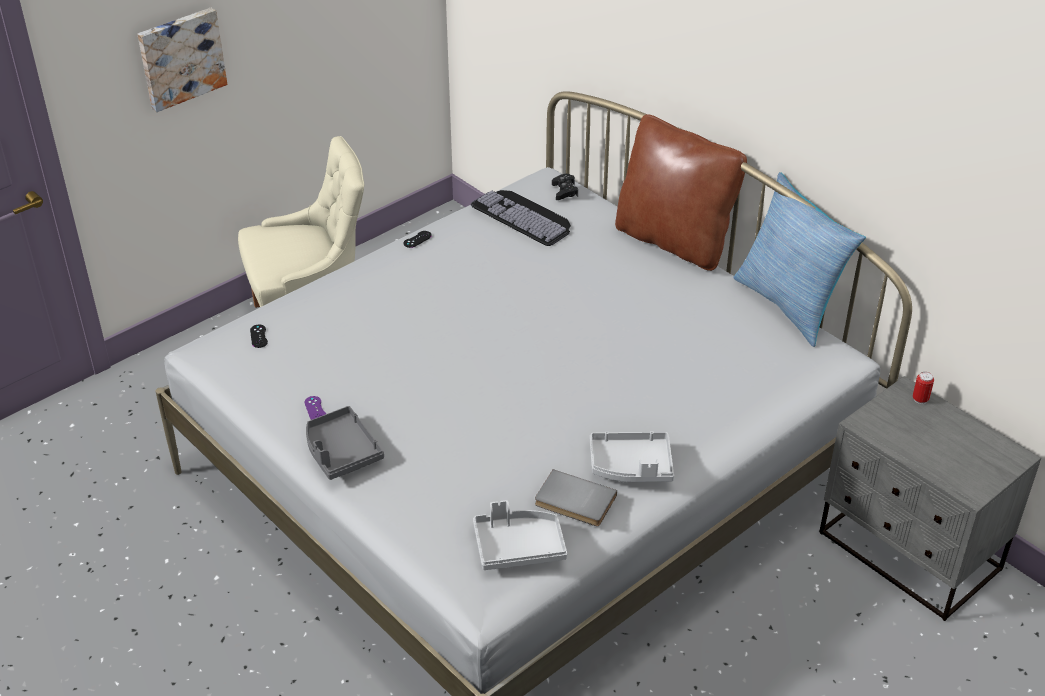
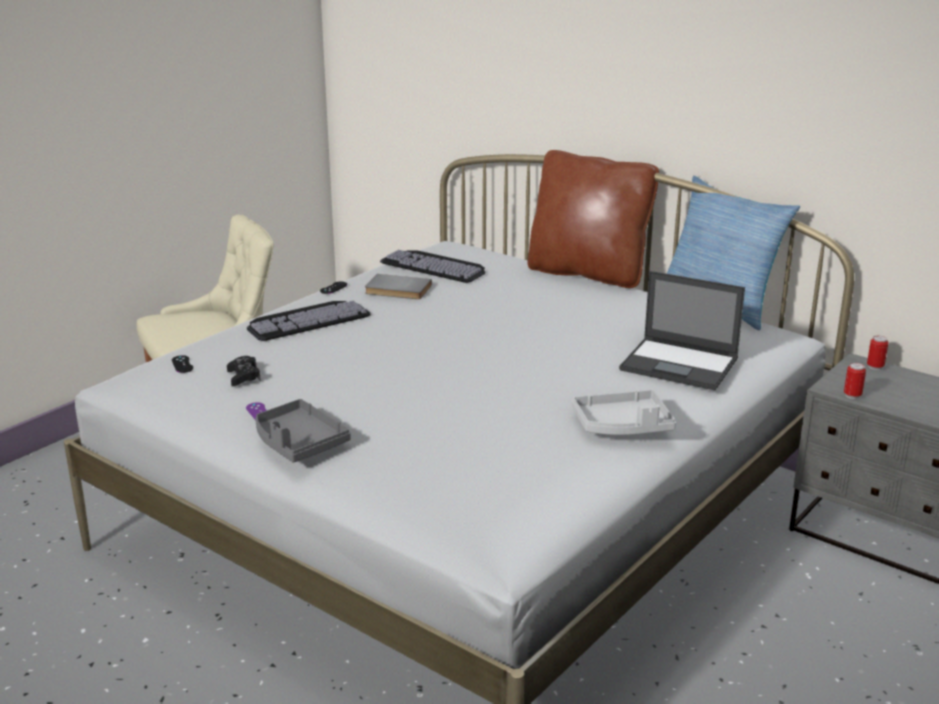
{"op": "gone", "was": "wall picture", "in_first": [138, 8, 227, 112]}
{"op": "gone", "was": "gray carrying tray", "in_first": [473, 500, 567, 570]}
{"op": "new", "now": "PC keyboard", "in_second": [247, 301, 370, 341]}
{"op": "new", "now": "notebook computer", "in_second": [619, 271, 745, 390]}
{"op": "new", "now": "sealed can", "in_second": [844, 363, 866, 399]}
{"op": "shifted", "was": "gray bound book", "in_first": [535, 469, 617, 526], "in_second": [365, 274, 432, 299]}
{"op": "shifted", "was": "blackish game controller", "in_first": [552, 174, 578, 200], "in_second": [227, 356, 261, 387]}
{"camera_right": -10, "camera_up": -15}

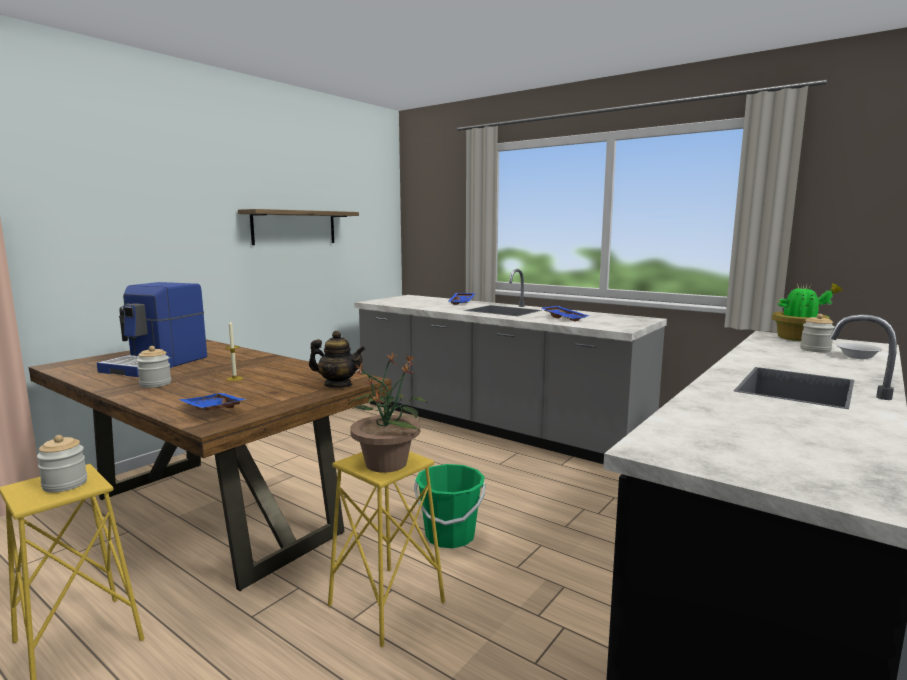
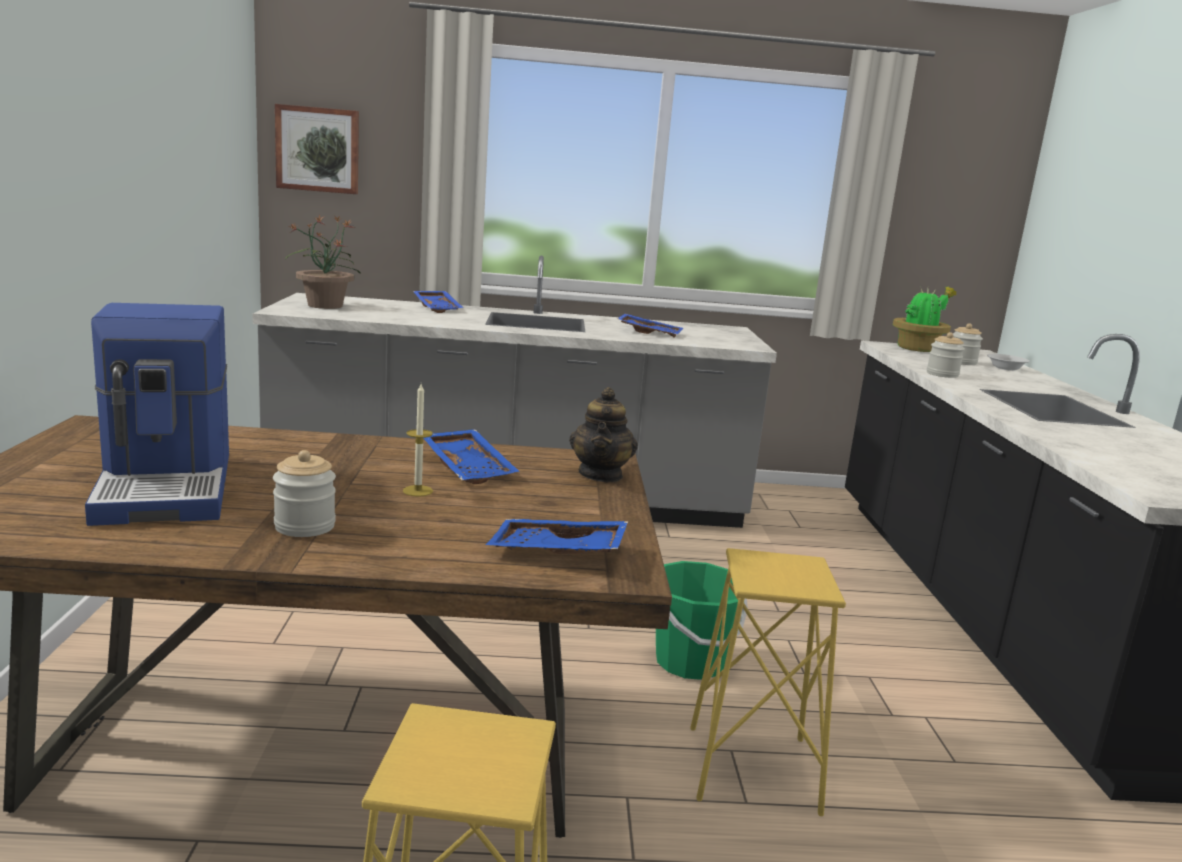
{"op": "gone", "was": "shelf", "in_first": [238, 209, 359, 245]}
{"op": "new", "now": "wall picture", "in_second": [275, 104, 359, 194]}
{"op": "new", "now": "bluish carrying tray", "in_second": [424, 429, 519, 484]}
{"op": "shifted", "was": "storage jar", "in_first": [37, 435, 87, 493], "in_second": [927, 332, 965, 378]}
{"op": "shifted", "was": "plant in a pot", "in_first": [347, 352, 427, 473], "in_second": [285, 215, 361, 309]}
{"op": "rotated", "was": "tea pot", "in_first": [309, 331, 365, 388], "in_second": [569, 387, 638, 482], "clockwise": 120}
{"camera_right": -40, "camera_up": 5}

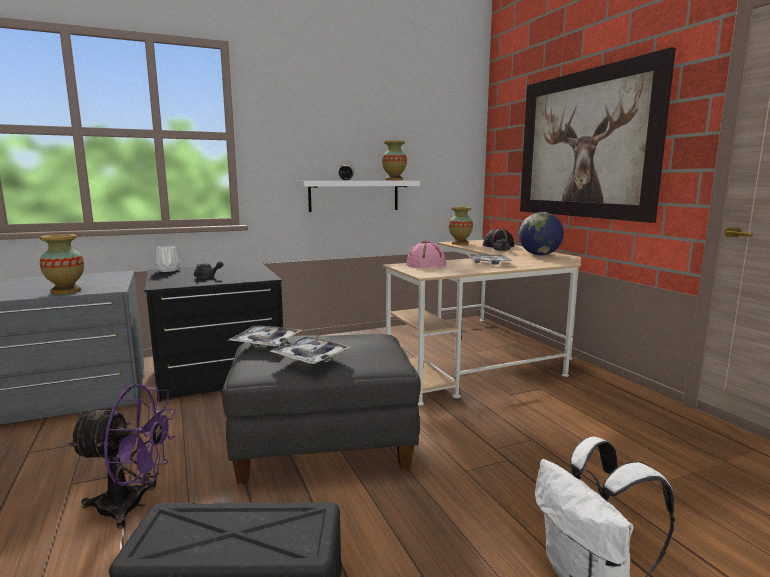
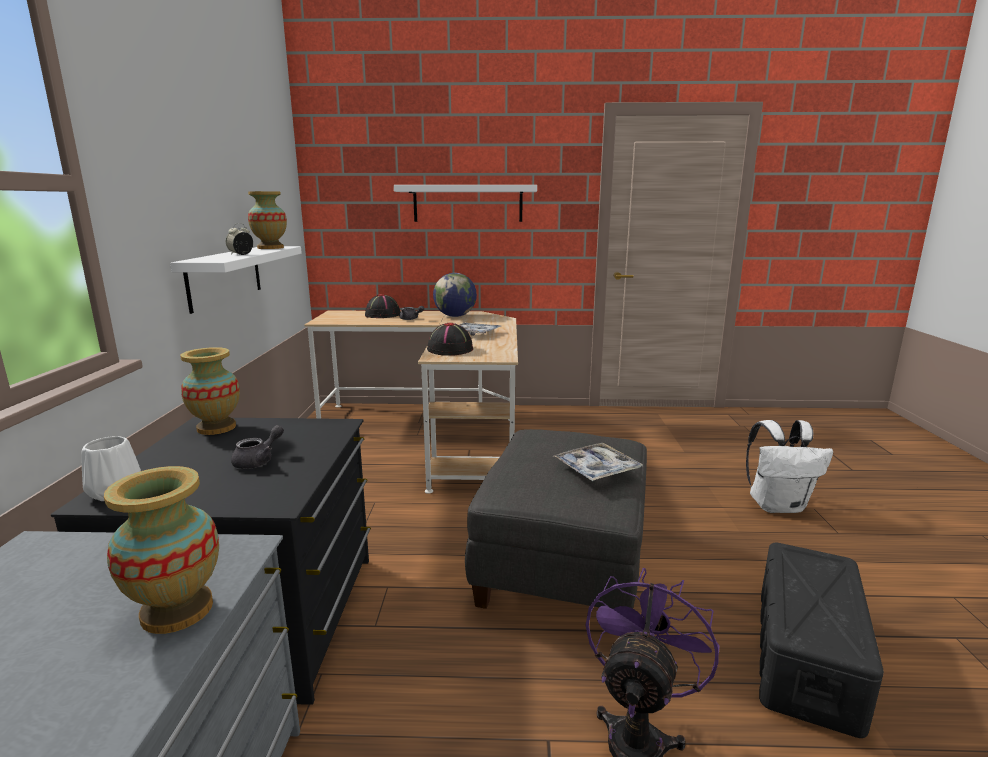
{"op": "gone", "was": "carrying tray", "in_first": [227, 326, 301, 346]}
{"op": "shifted", "was": "vase", "in_first": [449, 207, 473, 245], "in_second": [180, 347, 240, 435]}
{"op": "swapped", "was": "wall picture", "now": "white shelf", "in_first": [520, 47, 676, 223], "in_second": [394, 185, 537, 222]}
{"op": "repainted", "was": "pinkish clothing hat", "now": "blackish clothing hat", "in_first": [406, 241, 446, 268], "in_second": [427, 323, 473, 356]}
{"camera_right": -65, "camera_up": 5}

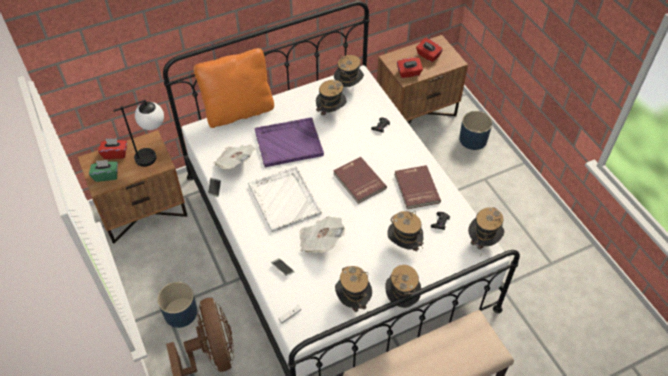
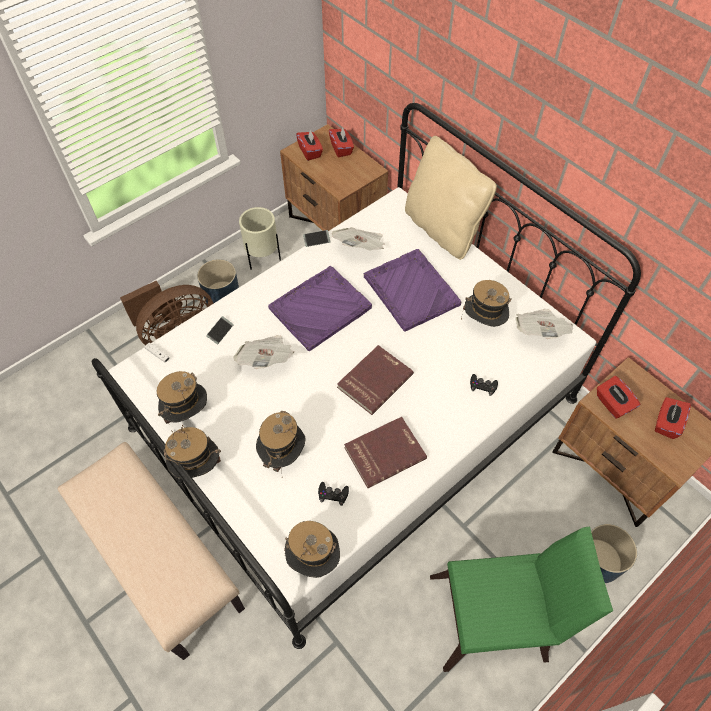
{"op": "gone", "was": "tabletop lamp", "in_first": [113, 100, 164, 167]}
{"op": "new", "now": "beige-coloured plant pot", "in_second": [239, 207, 281, 269]}
{"op": "new", "now": "green-coloured plain chair", "in_second": [430, 527, 613, 672]}
{"op": "swapped", "was": "clothing hat", "now": "printed paper", "in_first": [334, 55, 364, 87], "in_second": [515, 309, 573, 339]}
{"op": "repainted", "was": "green-coloured tissue box", "now": "red-coloured tissue box", "in_first": [89, 160, 118, 182], "in_second": [296, 130, 323, 161]}
{"op": "repainted", "was": "orangey pillow", "now": "beige-coloured pillow", "in_first": [193, 48, 274, 128], "in_second": [405, 136, 497, 260]}
{"op": "repainted", "was": "white carrying tray", "now": "purple-coloured carrying tray", "in_first": [248, 166, 322, 232], "in_second": [268, 266, 372, 351]}
{"camera_right": 75, "camera_up": 5}

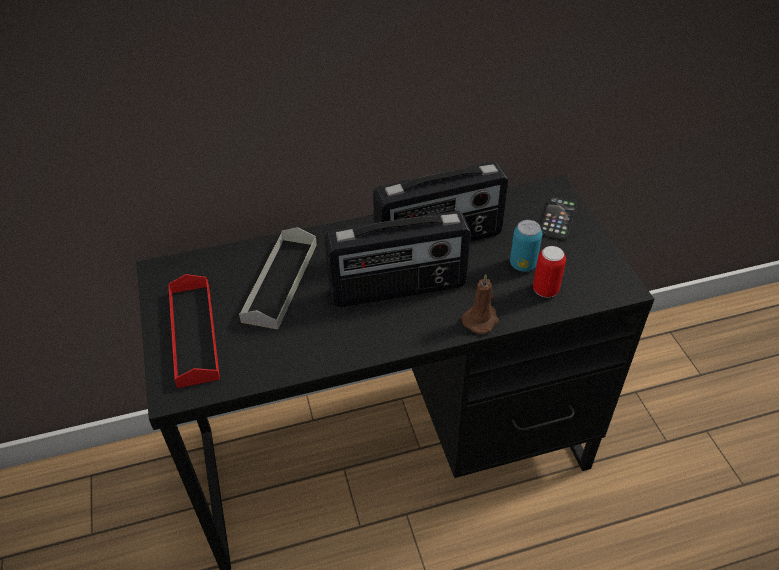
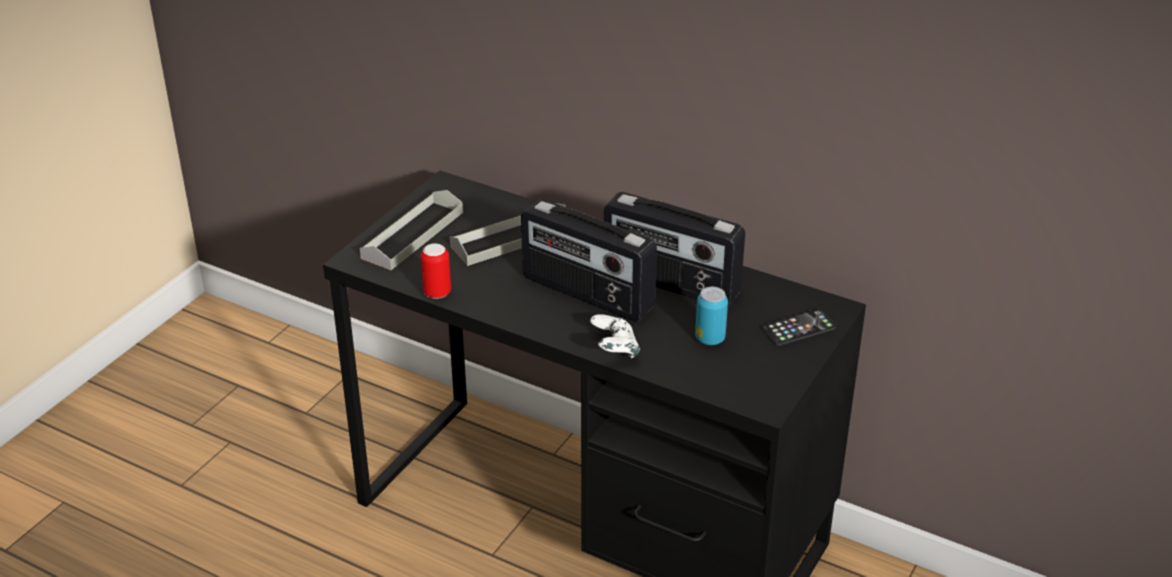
{"op": "shifted", "was": "sealed can", "in_first": [533, 246, 566, 298], "in_second": [420, 244, 451, 299]}
{"op": "swapped", "was": "brown-coloured wax candle", "now": "white game controller", "in_first": [462, 274, 499, 334], "in_second": [590, 314, 640, 358]}
{"op": "repainted", "was": "red-coloured carrying tray", "now": "gray carrying tray", "in_first": [168, 274, 220, 388], "in_second": [360, 190, 463, 270]}
{"camera_right": 45, "camera_up": -10}

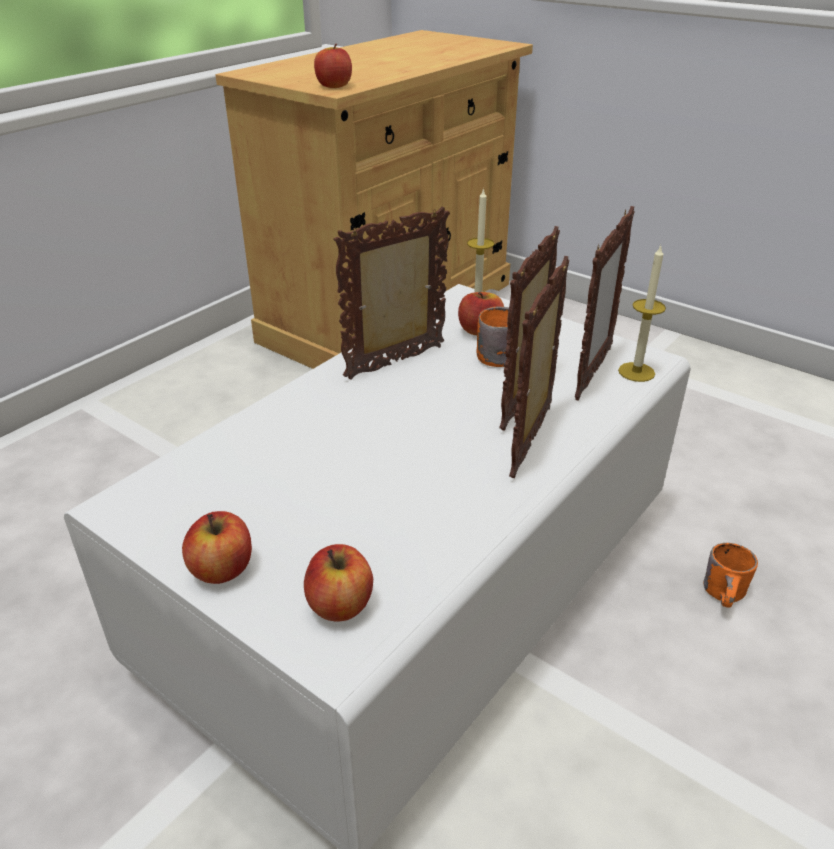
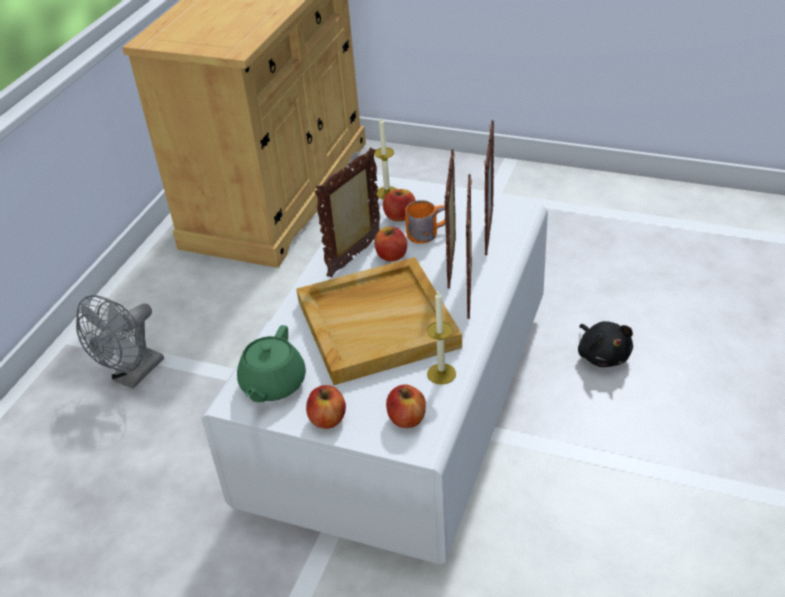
{"op": "new", "now": "gray electric fan", "in_second": [76, 295, 164, 389]}
{"op": "new", "now": "green-coloured tea pot", "in_second": [237, 325, 306, 402]}
{"op": "new", "now": "beige-coloured carrying tray", "in_second": [297, 257, 462, 385]}
{"op": "shifted", "was": "apple fruit", "in_first": [314, 44, 352, 88], "in_second": [374, 227, 407, 262]}
{"op": "shifted", "was": "wax candle", "in_first": [618, 246, 666, 382], "in_second": [427, 291, 456, 384]}
{"op": "swapped", "was": "orangey mug", "now": "blackish soft toy", "in_first": [703, 543, 758, 608], "in_second": [578, 321, 633, 367]}
{"camera_right": -15, "camera_up": 5}

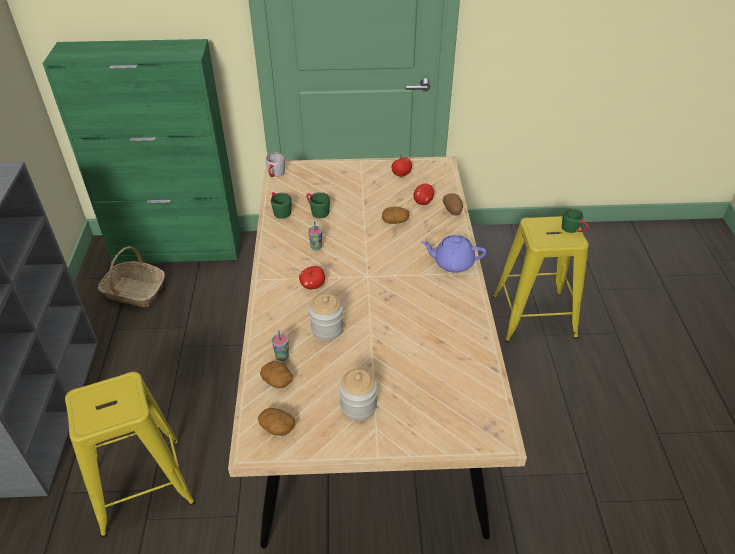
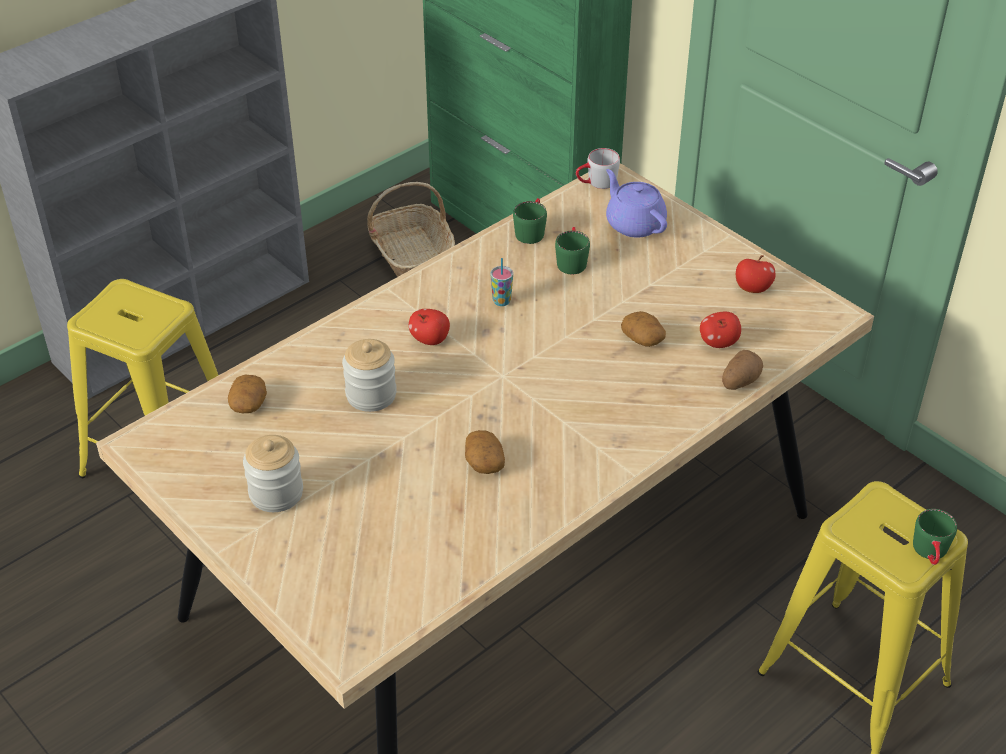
{"op": "gone", "was": "small cup", "in_first": [272, 330, 289, 361]}
{"op": "shifted", "was": "spud", "in_first": [258, 408, 295, 436], "in_second": [465, 430, 505, 474]}
{"op": "shifted", "was": "purple-coloured tea pot", "in_first": [421, 235, 486, 273], "in_second": [606, 169, 667, 238]}
{"camera_right": 50, "camera_up": 0}

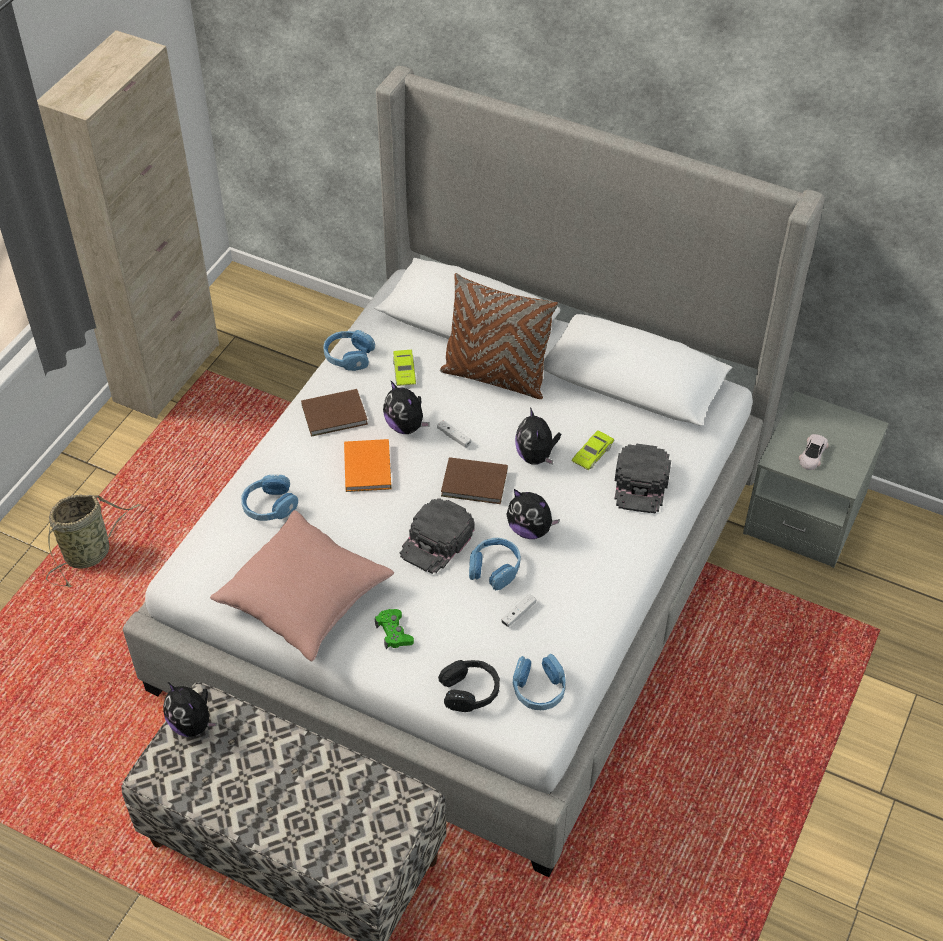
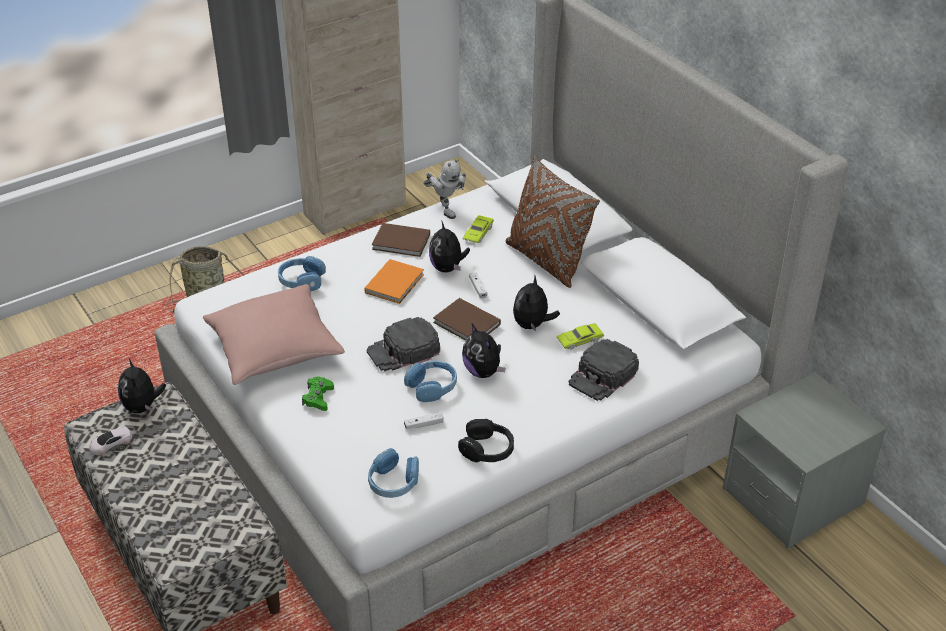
{"op": "shifted", "was": "blackish pair of headphones", "in_first": [438, 660, 500, 712], "in_second": [458, 419, 514, 463]}
{"op": "shifted", "was": "white miniature car", "in_first": [799, 434, 829, 470], "in_second": [89, 426, 132, 455]}
{"op": "swapped", "was": "bluish pair of headphones", "now": "toy robot", "in_first": [324, 330, 375, 371], "in_second": [423, 158, 466, 219]}
{"camera_right": 30, "camera_up": -10}

